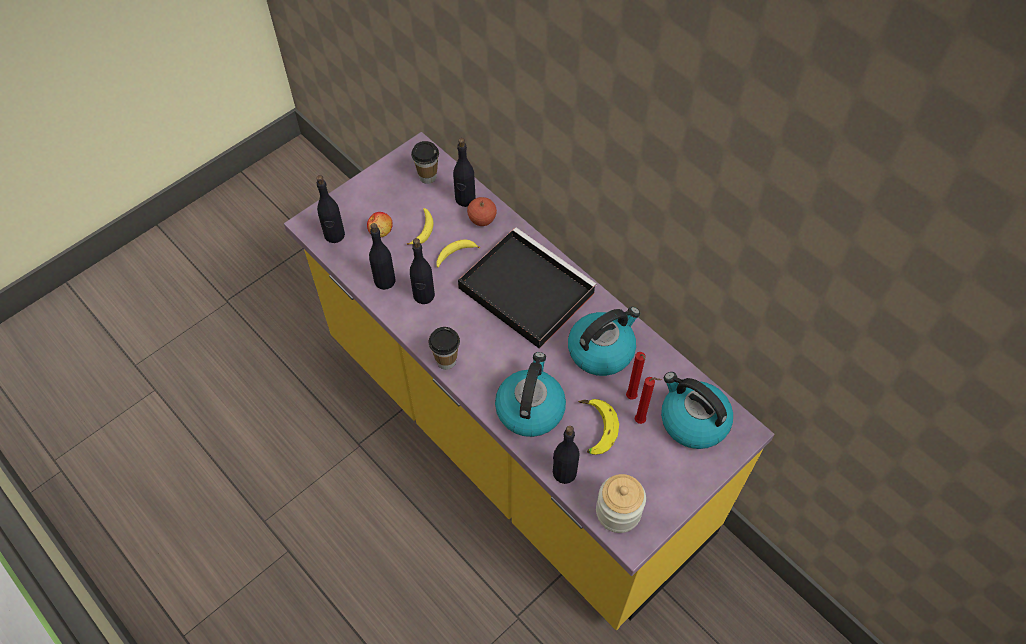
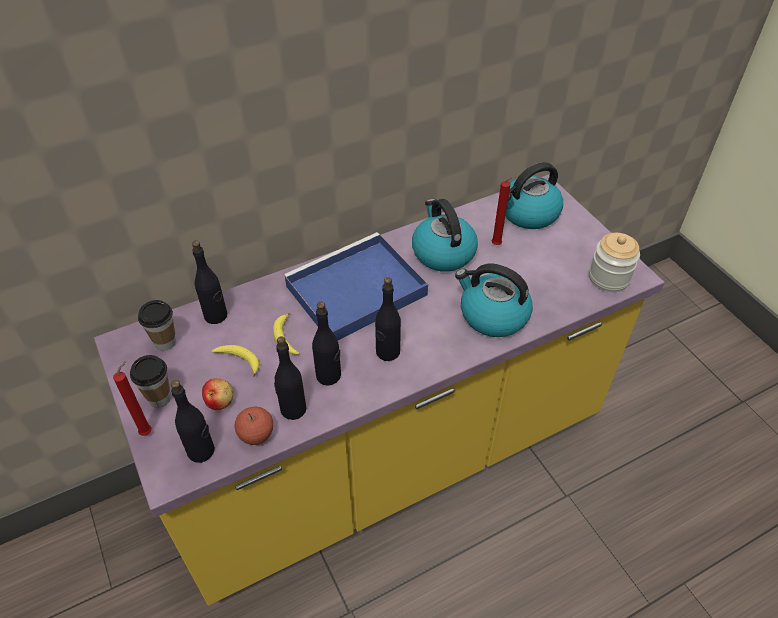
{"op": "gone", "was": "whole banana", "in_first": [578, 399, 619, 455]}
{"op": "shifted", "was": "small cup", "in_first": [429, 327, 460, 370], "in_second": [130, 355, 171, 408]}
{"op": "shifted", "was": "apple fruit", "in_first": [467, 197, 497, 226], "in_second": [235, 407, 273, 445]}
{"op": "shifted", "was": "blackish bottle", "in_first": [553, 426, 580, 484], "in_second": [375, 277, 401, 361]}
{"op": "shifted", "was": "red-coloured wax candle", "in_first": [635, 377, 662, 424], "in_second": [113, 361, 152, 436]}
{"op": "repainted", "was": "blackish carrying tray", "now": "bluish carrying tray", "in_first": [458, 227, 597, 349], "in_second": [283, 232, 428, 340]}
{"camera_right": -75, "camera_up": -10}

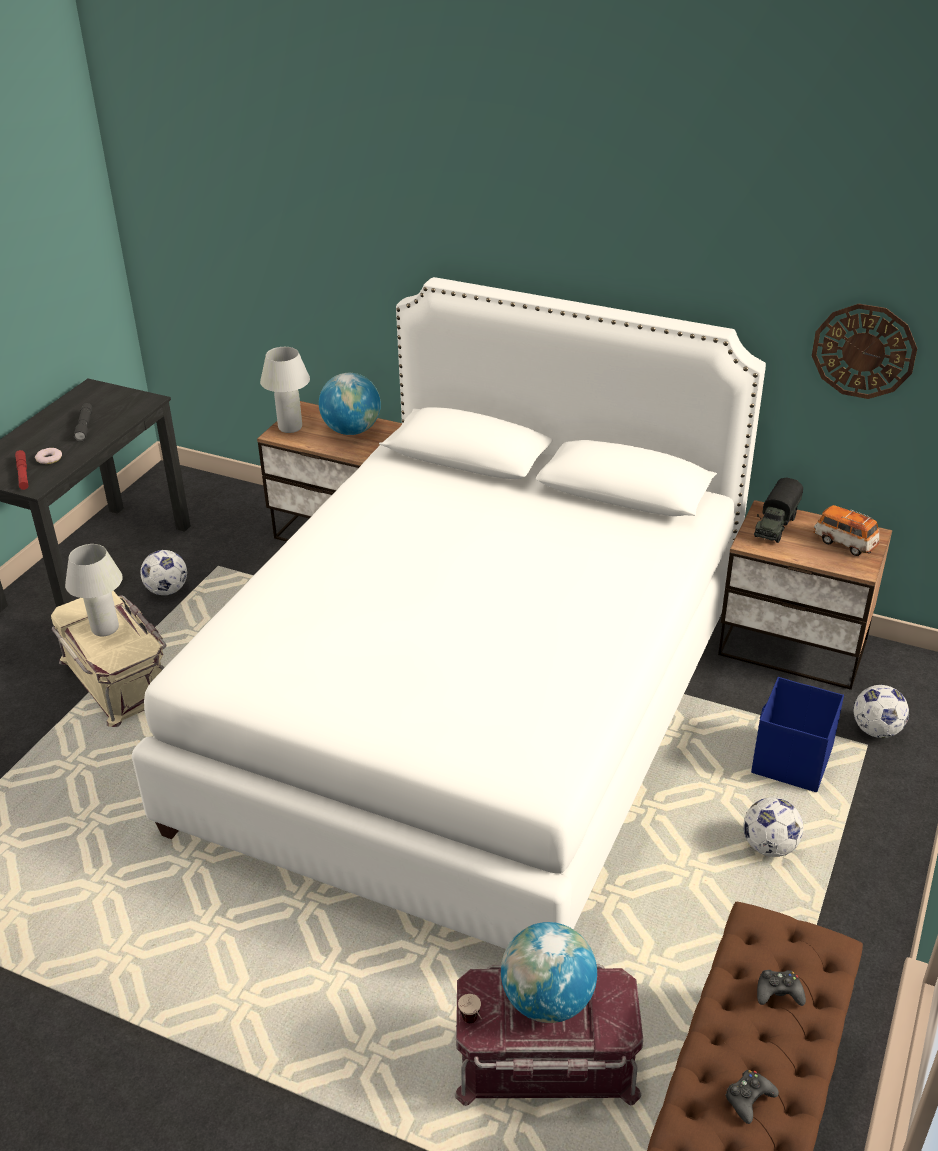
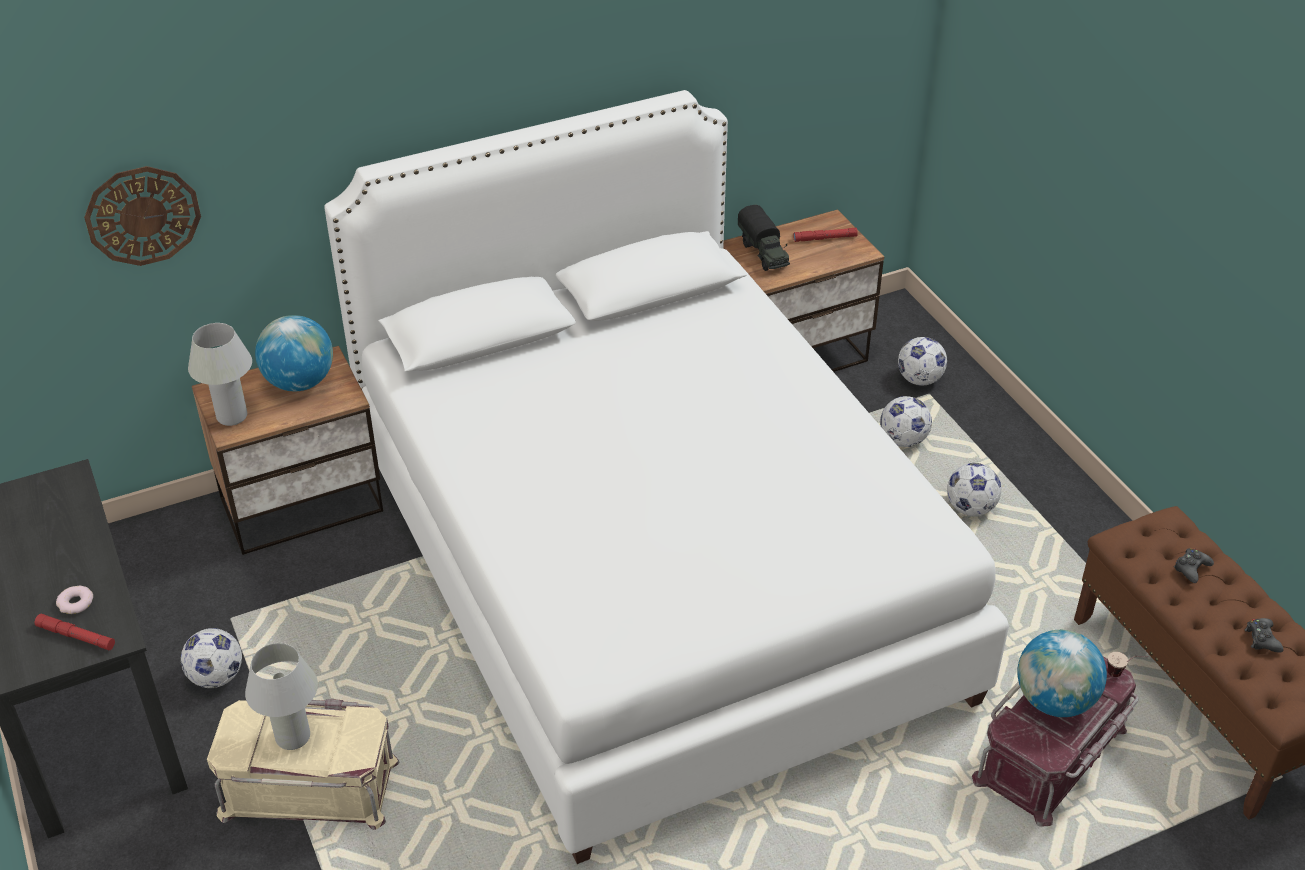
{"op": "gone", "was": "gray torch", "in_first": [74, 403, 92, 442]}
{"op": "shifted", "was": "small cup", "in_first": [458, 994, 482, 1023], "in_second": [1108, 652, 1148, 677]}
{"op": "shifted", "was": "hanging clock", "in_first": [812, 304, 918, 399], "in_second": [84, 166, 201, 266]}
{"op": "swapped", "was": "bluish storage bin", "now": "ball for football", "in_first": [751, 677, 844, 793], "in_second": [880, 396, 932, 447]}
{"op": "swapped", "was": "miniature car", "now": "red-coloured torch", "in_first": [814, 505, 880, 556], "in_second": [793, 228, 858, 242]}
{"camera_right": -50, "camera_up": 5}

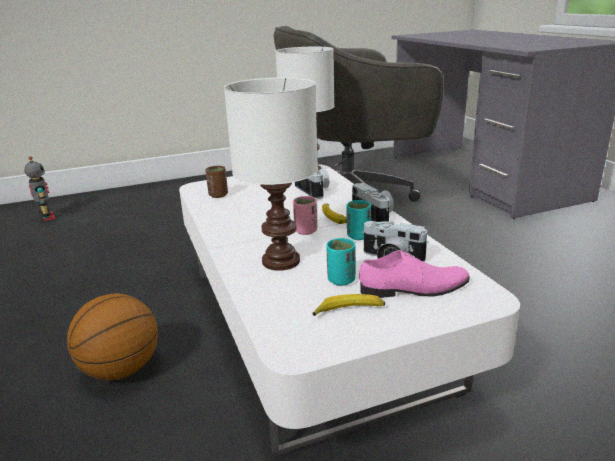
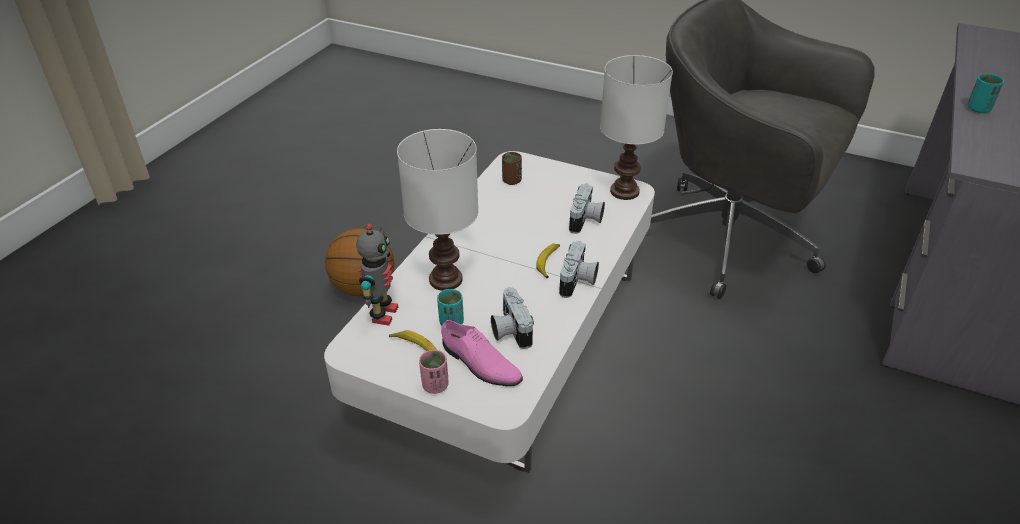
{"op": "shifted", "was": "toy robot", "in_first": [24, 156, 56, 221], "in_second": [356, 224, 398, 326]}
{"op": "shifted", "was": "pinkish small cup", "in_first": [293, 196, 318, 235], "in_second": [419, 350, 449, 394]}
{"op": "shifted", "was": "turquoise small cup", "in_first": [347, 200, 371, 240], "in_second": [967, 74, 1004, 113]}
{"camera_right": 45, "camera_up": 15}

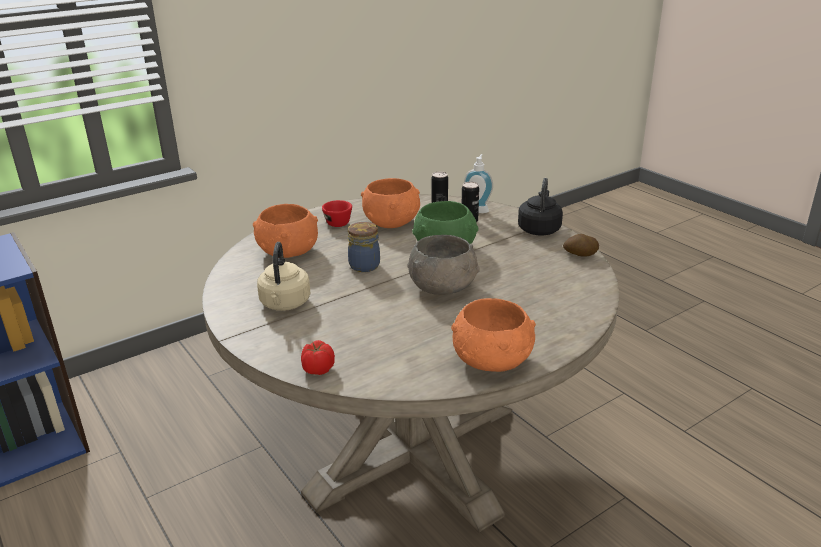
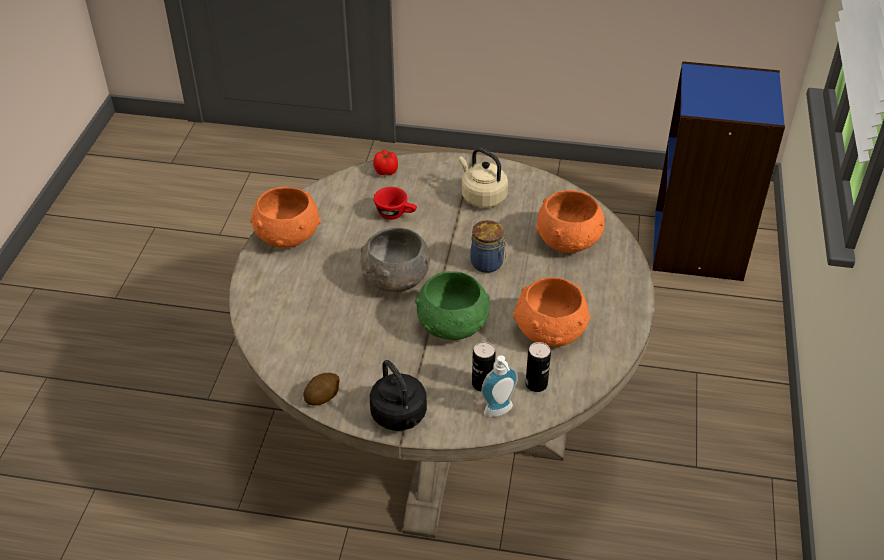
{"op": "shifted", "was": "red-coloured small cup", "in_first": [322, 200, 352, 227], "in_second": [374, 187, 417, 220]}
{"camera_right": 135, "camera_up": 15}

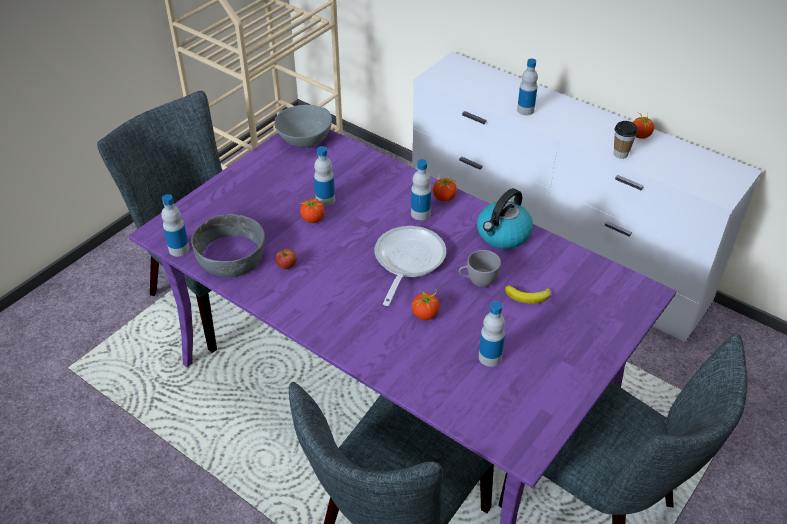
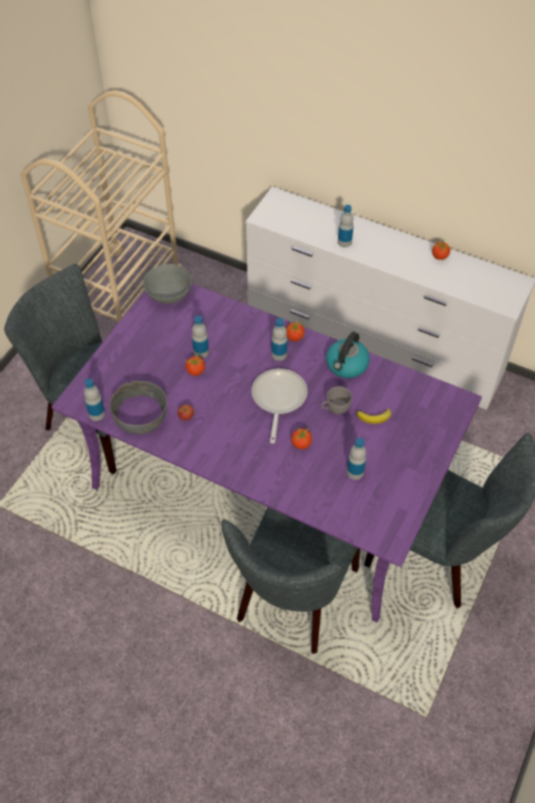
{"op": "gone", "was": "small cup", "in_first": [614, 121, 638, 159]}
{"camera_right": -10, "camera_up": 10}

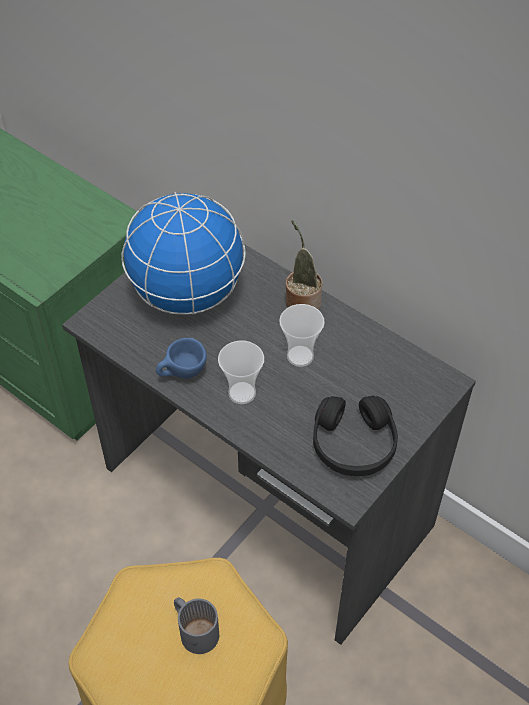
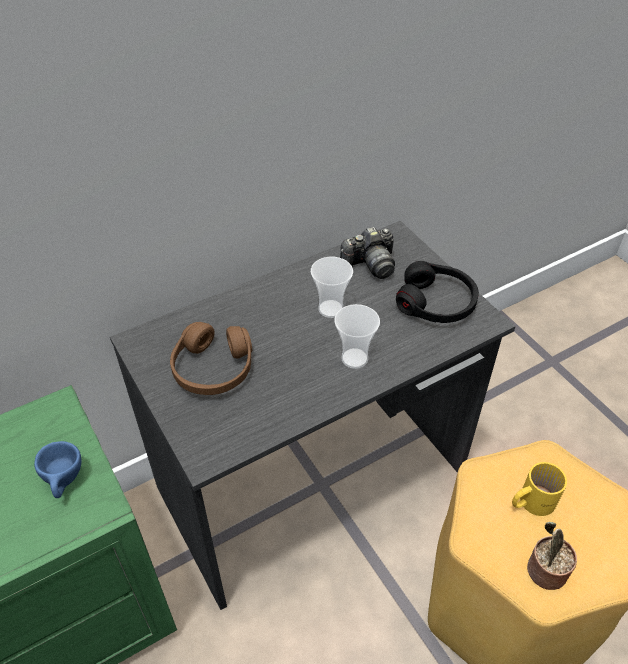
{"op": "new", "now": "still camera", "in_second": [340, 227, 395, 279]}
{"op": "shifted", "was": "bluish small cup", "in_first": [156, 338, 207, 379], "in_second": [34, 441, 81, 498]}
{"op": "shifted", "was": "plant in a pot", "in_first": [285, 220, 322, 310], "in_second": [527, 522, 577, 590]}
{"op": "swapped", "was": "world globe", "now": "brown-coloured pair of headphones", "in_first": [121, 192, 246, 315], "in_second": [170, 322, 252, 395]}
{"op": "repainted", "was": "gray mug", "now": "yellow mug", "in_first": [174, 597, 219, 654], "in_second": [512, 462, 567, 516]}
{"camera_right": -70, "camera_up": -5}

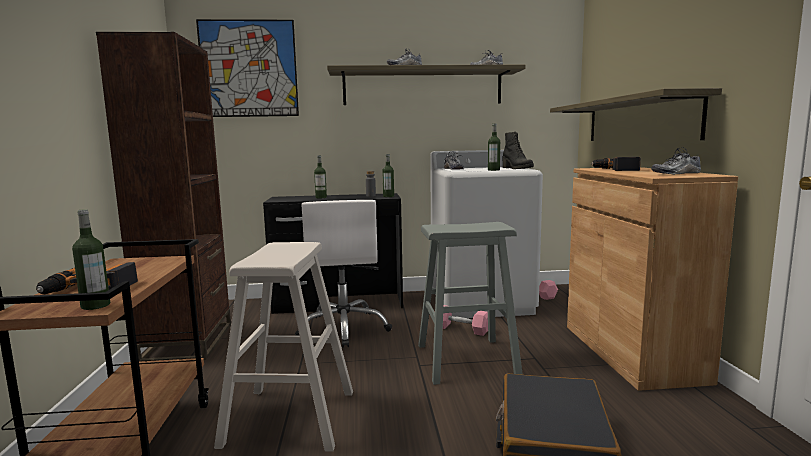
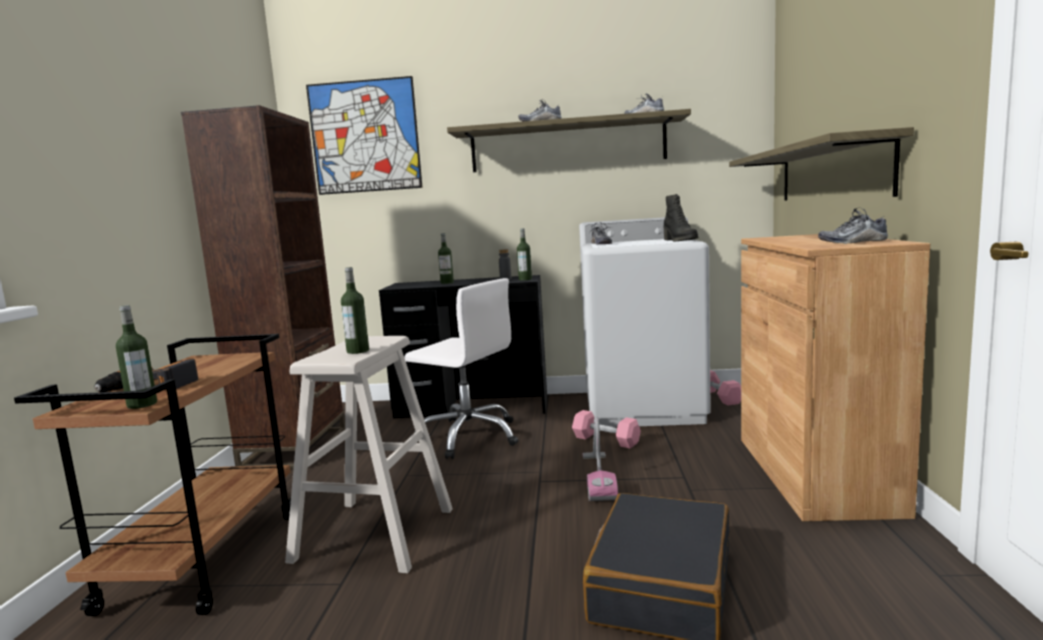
{"op": "gone", "was": "power drill", "in_first": [591, 157, 641, 171]}
{"op": "shifted", "was": "bottle", "in_first": [488, 124, 500, 171], "in_second": [341, 267, 369, 354]}
{"op": "swapped", "was": "gray sitting stool", "now": "hoover", "in_first": [418, 222, 523, 385], "in_second": [583, 416, 618, 501]}
{"op": "rotated", "was": "white computer chair", "in_first": [295, 200, 392, 348], "in_second": [404, 278, 518, 459], "clockwise": -60}
{"camera_right": 10, "camera_up": 0}

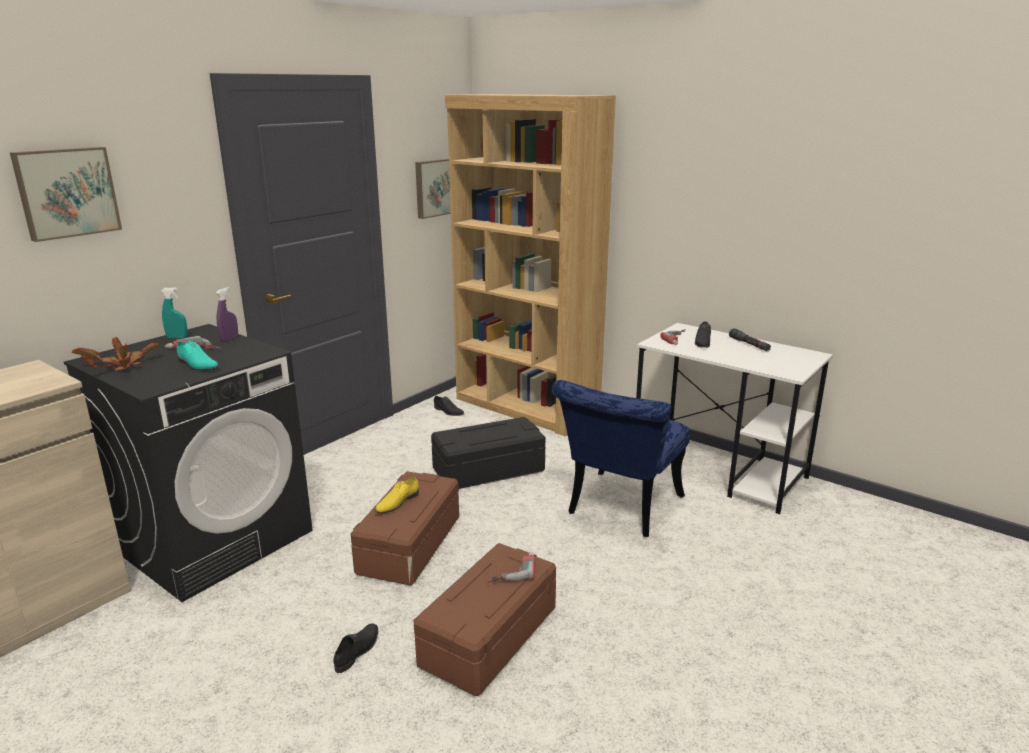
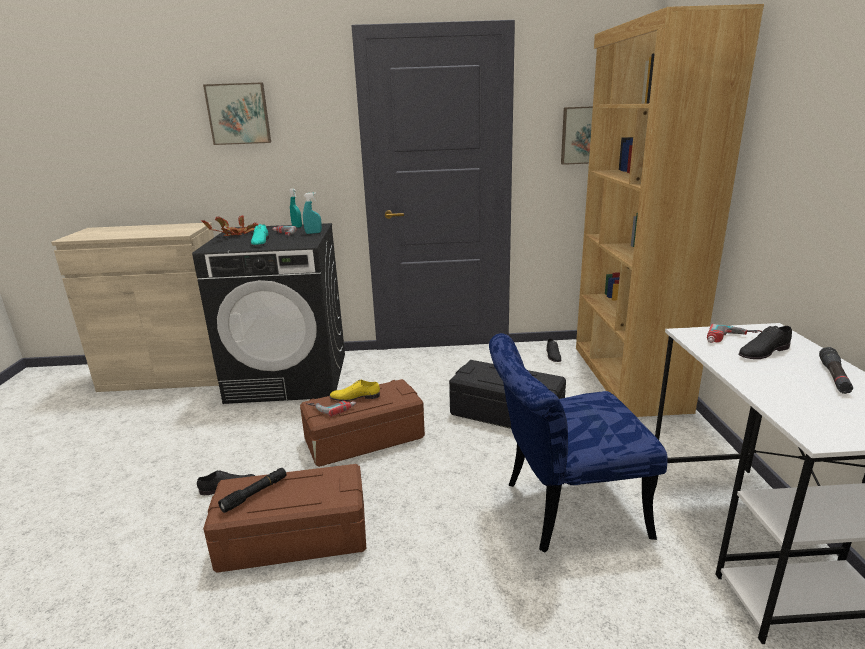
{"op": "new", "now": "blackish torch", "in_second": [218, 468, 287, 513]}
{"op": "shifted", "was": "power drill", "in_first": [487, 552, 536, 582], "in_second": [305, 401, 356, 417]}
{"op": "repainted", "was": "purple-coloured hand sprayer", "now": "turquoise hand sprayer", "in_first": [216, 287, 238, 342], "in_second": [303, 192, 322, 234]}
{"camera_right": 50, "camera_up": 0}

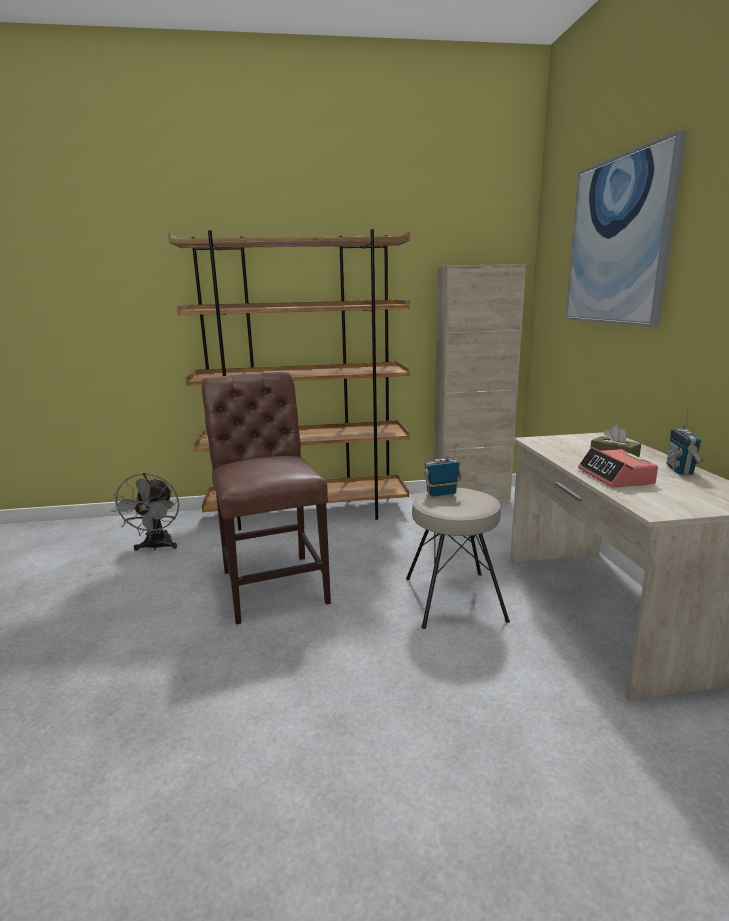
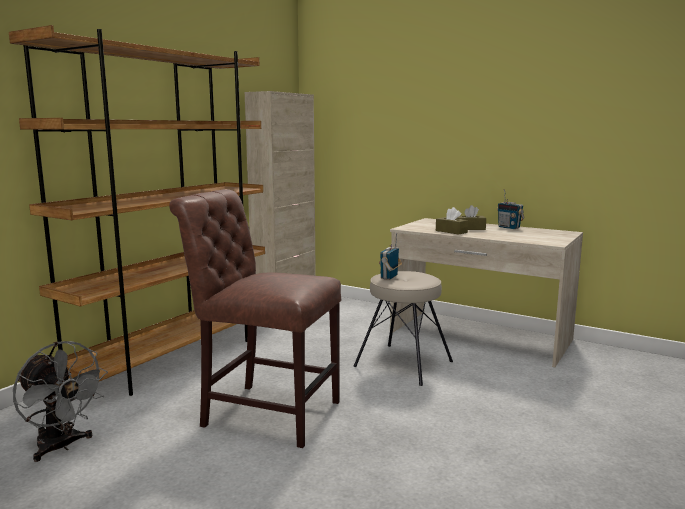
{"op": "gone", "was": "wall picture", "in_first": [565, 130, 686, 327]}
{"op": "gone", "was": "bedside clock", "in_first": [578, 447, 658, 487]}
{"op": "new", "now": "brown-coloured tissue box", "in_second": [436, 207, 468, 235]}
{"camera_right": -50, "camera_up": -5}

